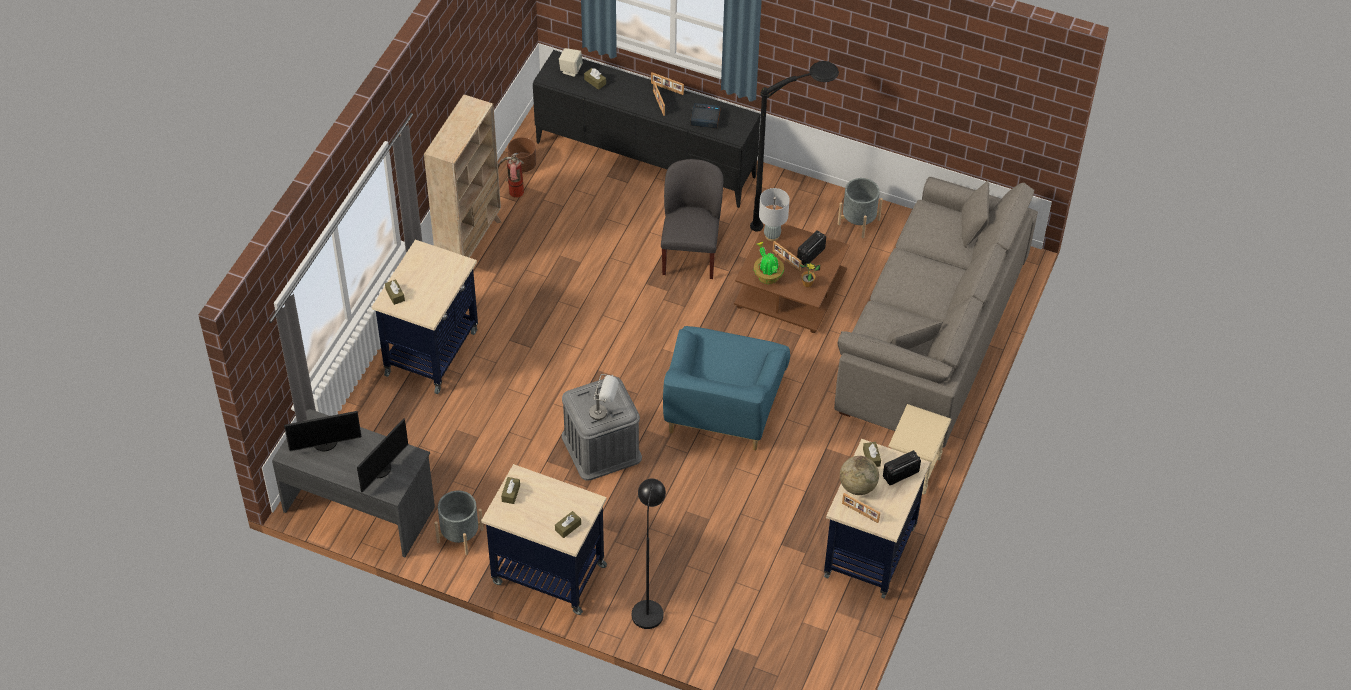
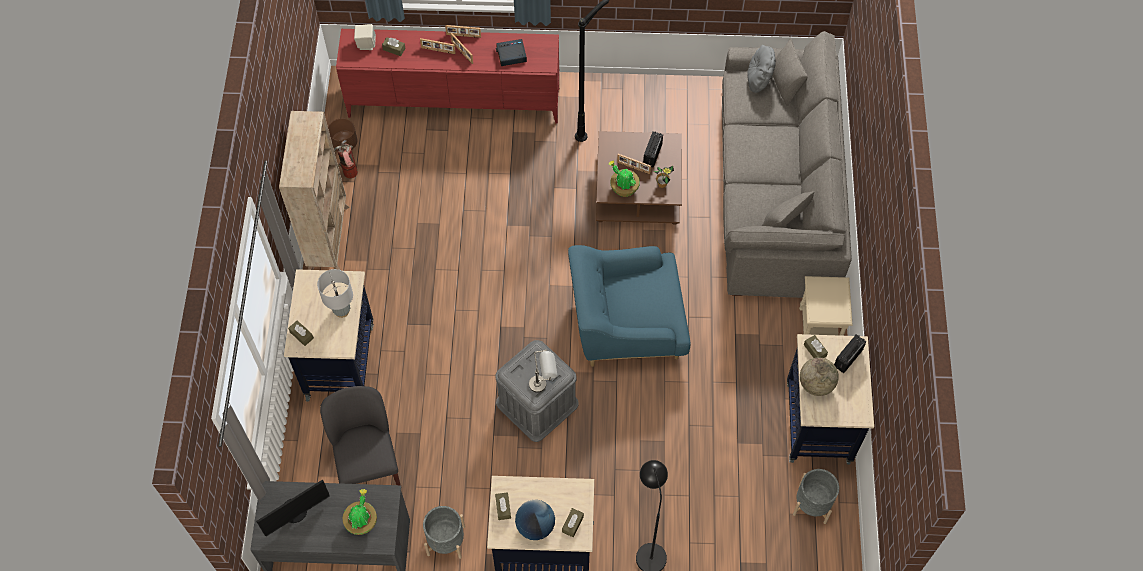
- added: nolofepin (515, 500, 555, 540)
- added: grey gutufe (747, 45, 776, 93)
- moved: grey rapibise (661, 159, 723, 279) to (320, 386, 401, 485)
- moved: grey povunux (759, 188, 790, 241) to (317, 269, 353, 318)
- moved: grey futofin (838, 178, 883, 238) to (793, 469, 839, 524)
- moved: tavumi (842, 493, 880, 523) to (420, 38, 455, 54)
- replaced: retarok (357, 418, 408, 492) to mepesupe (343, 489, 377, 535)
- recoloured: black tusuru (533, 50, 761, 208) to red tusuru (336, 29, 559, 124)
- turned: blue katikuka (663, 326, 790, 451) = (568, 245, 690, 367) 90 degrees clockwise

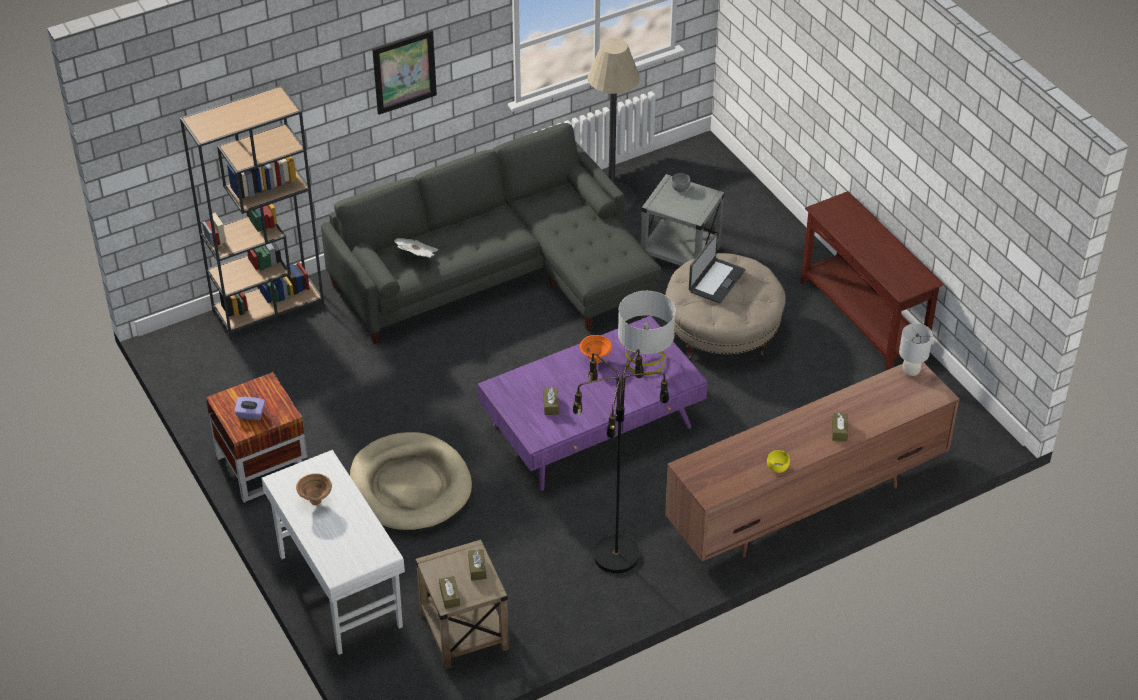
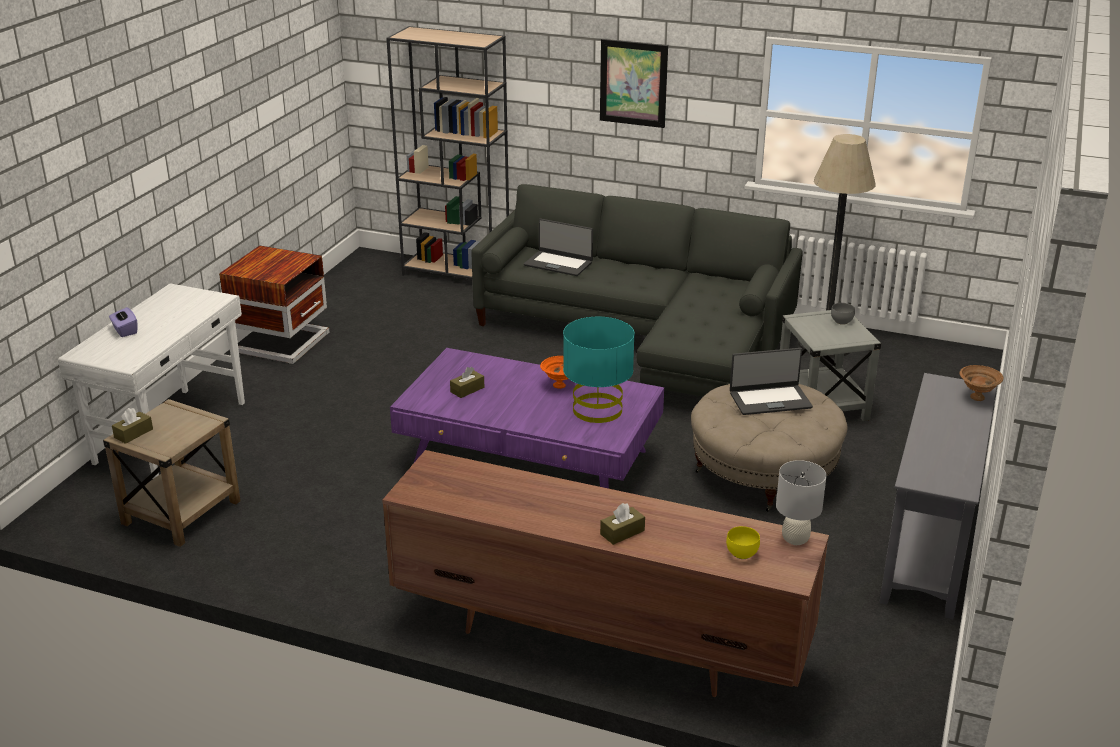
- removed: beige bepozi (350, 432, 472, 531)
- removed: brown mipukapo (468, 549, 487, 580)
- removed: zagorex (573, 349, 669, 573)
- moved: purple mipukapo (234, 397, 265, 420) to (109, 307, 138, 337)
- moved: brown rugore (296, 473, 332, 505) to (960, 365, 1003, 401)
- moved: yellow rugore (767, 450, 790, 473) to (726, 526, 760, 559)
- replaced: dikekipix (394, 238, 438, 257) to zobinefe (524, 218, 593, 276)
- recoloured: grey povunux (618, 291, 676, 376) to turquoise povunux (563, 317, 635, 423)
- recoloured: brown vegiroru (801, 191, 944, 370) to grey vegiroru (879, 373, 997, 619)

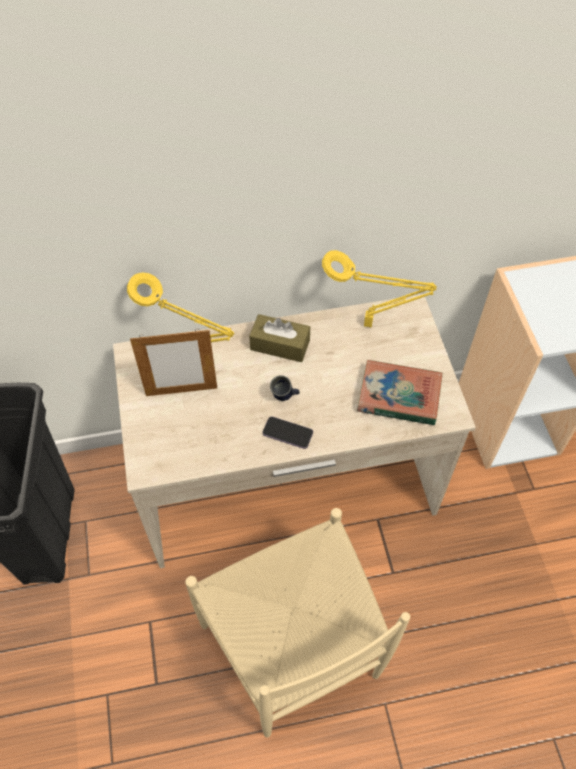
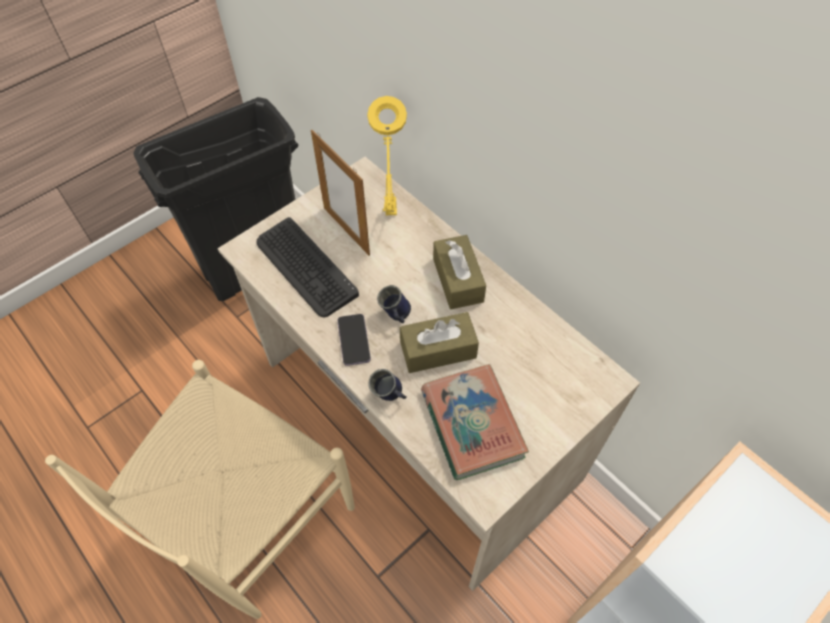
- removed: yellow povunux (322, 250, 437, 327)
- added: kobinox (257, 217, 359, 318)
- added: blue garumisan (368, 369, 407, 401)
- added: brown mipukapo (400, 312, 479, 373)

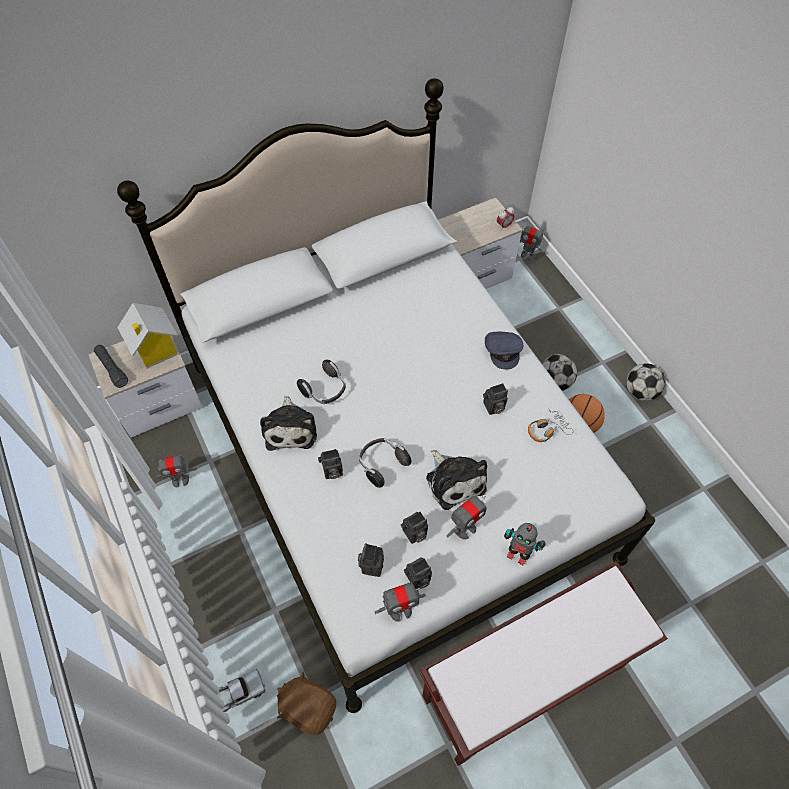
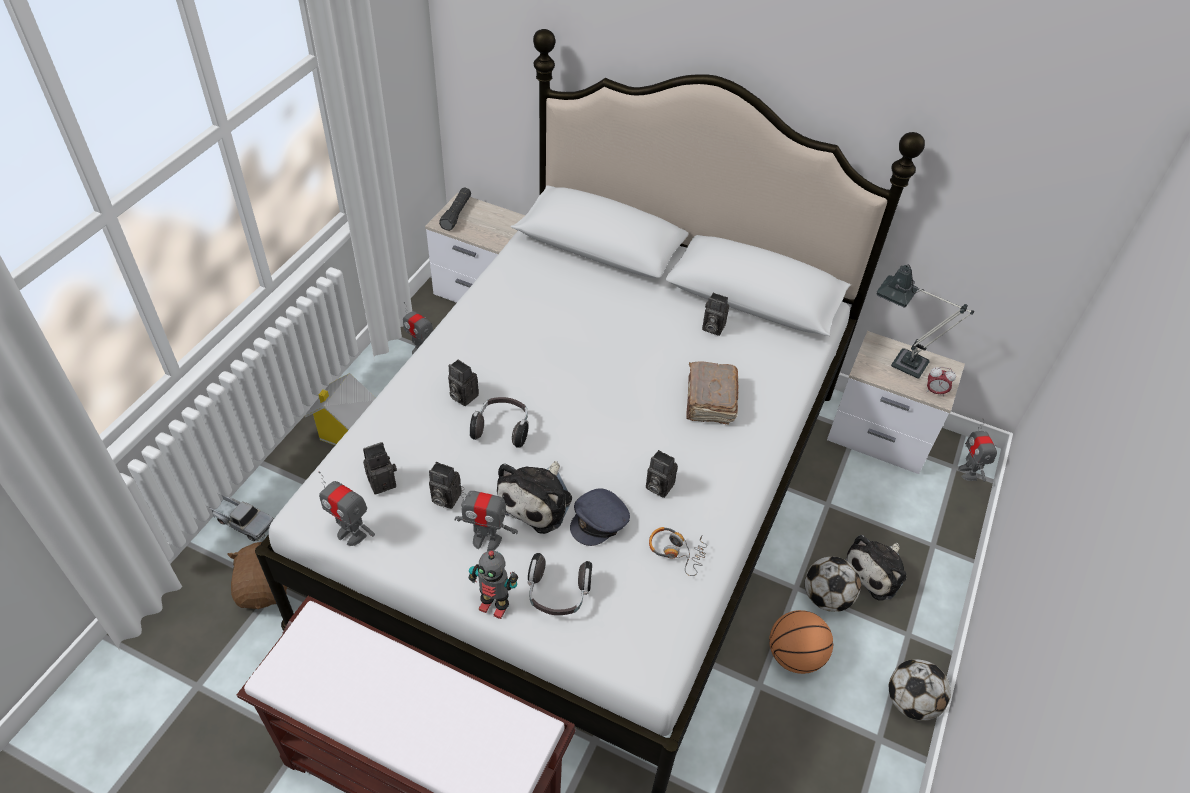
- added: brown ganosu (686, 361, 738, 425)
- added: povunux (877, 264, 974, 379)
- moved: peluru (117, 303, 178, 369) to (304, 373, 376, 445)
- moved: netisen (260, 396, 317, 451) to (846, 535, 907, 601)
- moved: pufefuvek (297, 360, 346, 404) to (527, 553, 592, 615)
- moved: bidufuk (404, 557, 432, 589) to (702, 293, 729, 336)
- moved: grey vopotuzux (485, 332, 523, 369) to (570, 489, 630, 546)
- turned: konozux (504, 523, 545, 565) = (469, 551, 518, 619) 60 degrees counterclockwise

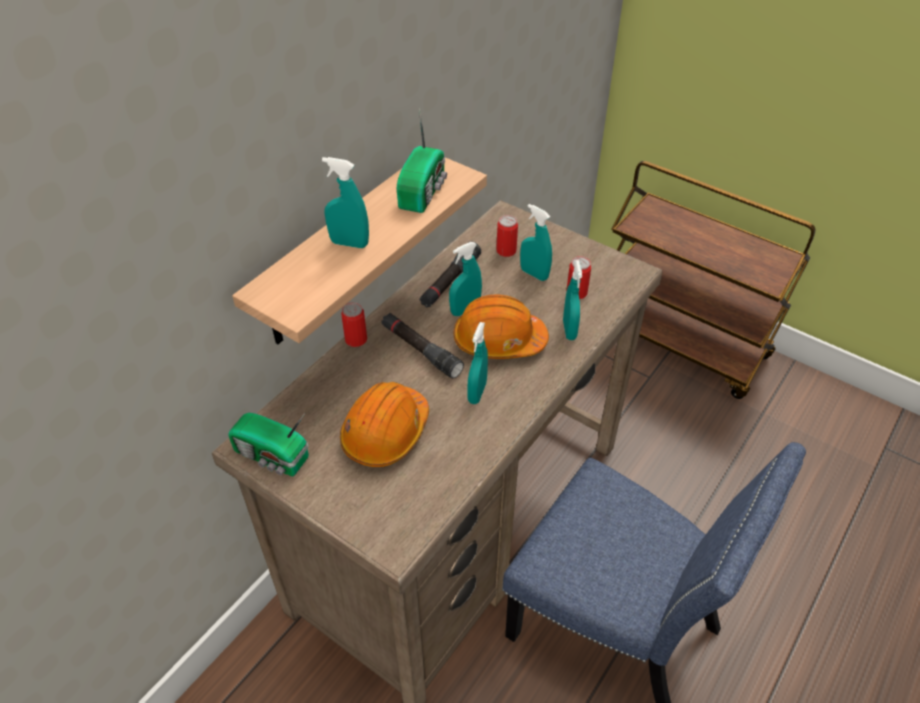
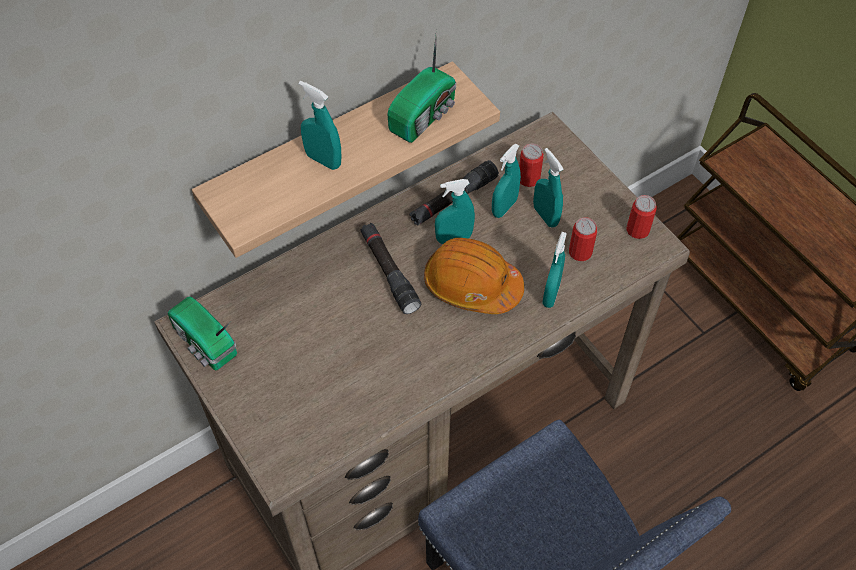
- removed: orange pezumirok (340, 382, 429, 467)
- moved: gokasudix (341, 302, 367, 347) to (626, 195, 656, 239)
- moved: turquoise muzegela (467, 322, 488, 404) to (492, 144, 521, 218)

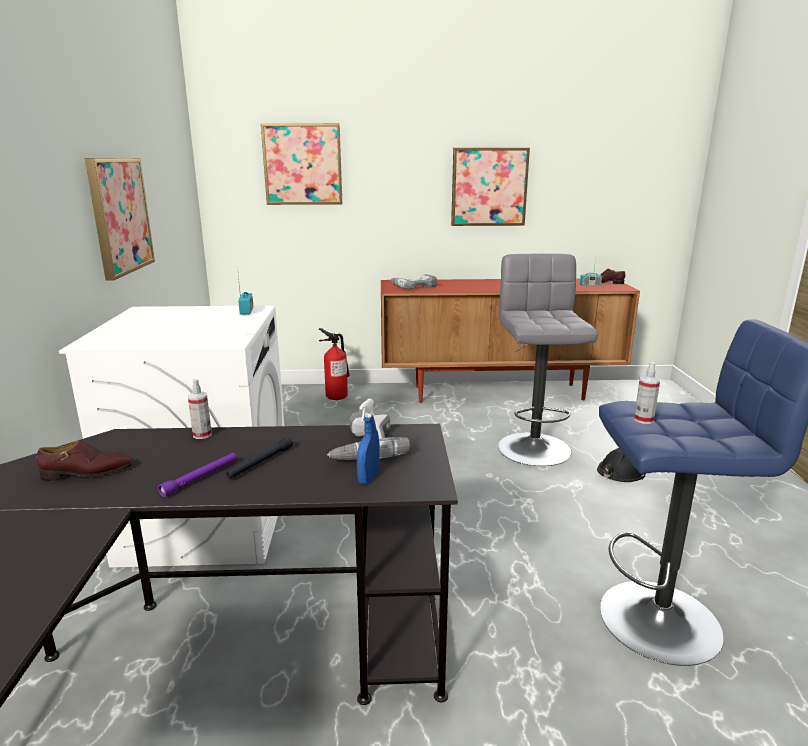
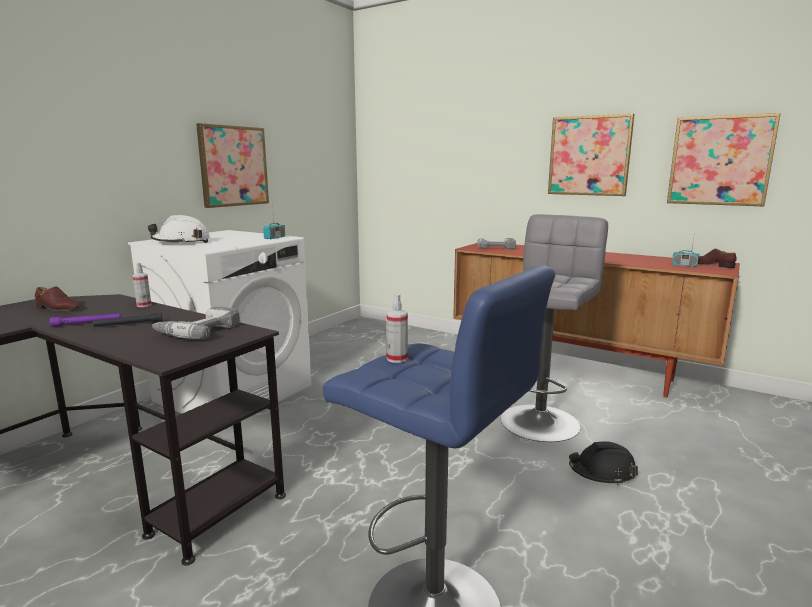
- removed: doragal (319, 328, 350, 400)
- removed: blue muzegela (357, 399, 380, 484)
- added: white pezumirok (148, 215, 210, 244)
- moved: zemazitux (261, 123, 342, 205) to (667, 113, 781, 206)

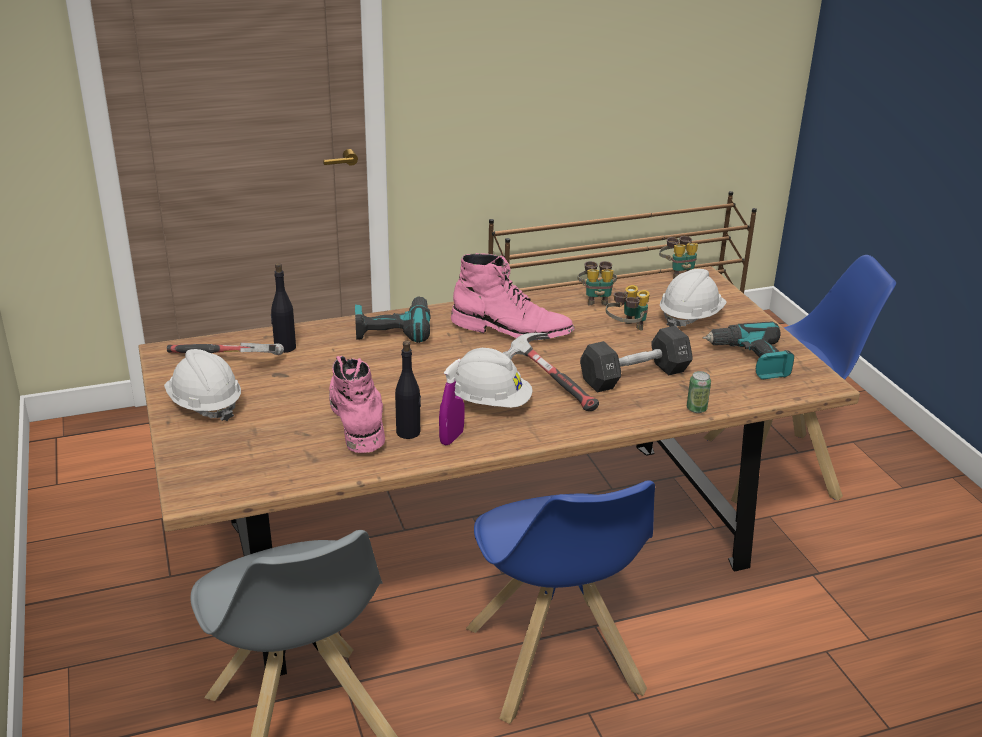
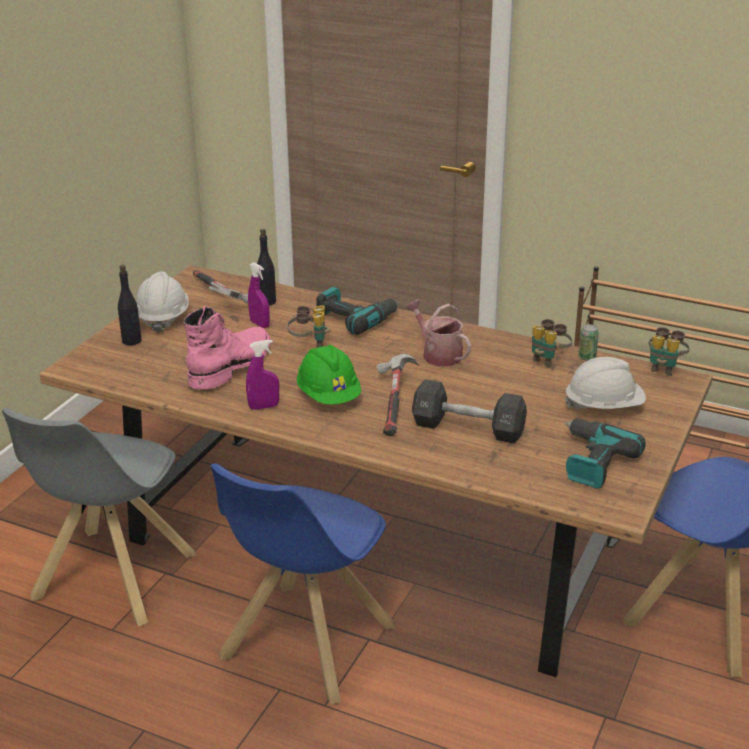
- added: purple muzegela (248, 262, 270, 328)
- moved: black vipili (395, 341, 421, 439) to (118, 265, 142, 345)
- moved: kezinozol (606, 285, 650, 331) to (287, 305, 330, 348)
- moved: gokasudix (687, 371, 711, 413) to (578, 324, 599, 361)
- replaced: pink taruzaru (451, 253, 575, 340) to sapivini (405, 300, 471, 366)
- recoloured: white pezumirok (454, 348, 532, 408) to green pezumirok (297, 345, 361, 405)

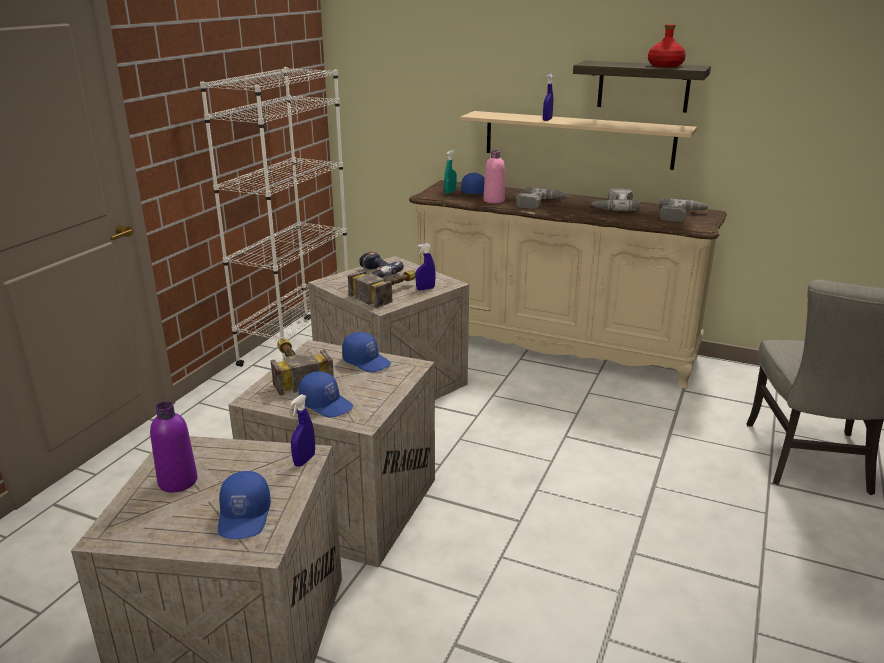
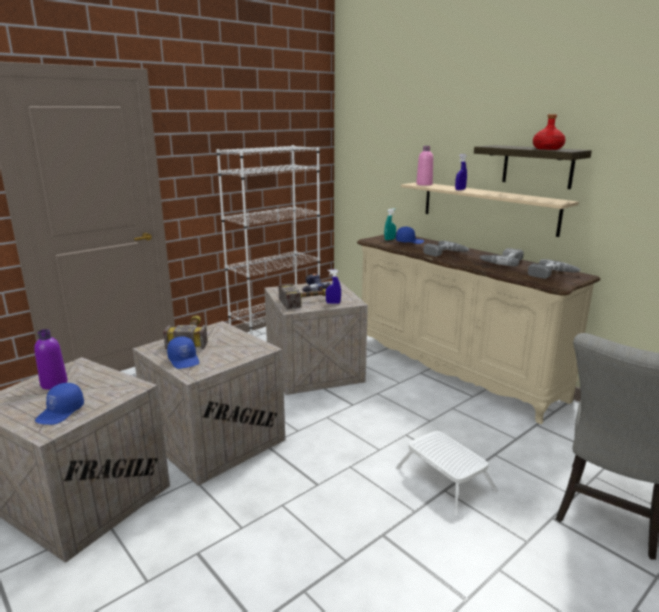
- removed: blue muzegela (290, 394, 315, 467)
- removed: blue vopotuzux (342, 332, 391, 373)
- added: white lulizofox (396, 431, 498, 516)
- moved: pink vipili (484, 150, 505, 204) to (416, 146, 433, 186)

